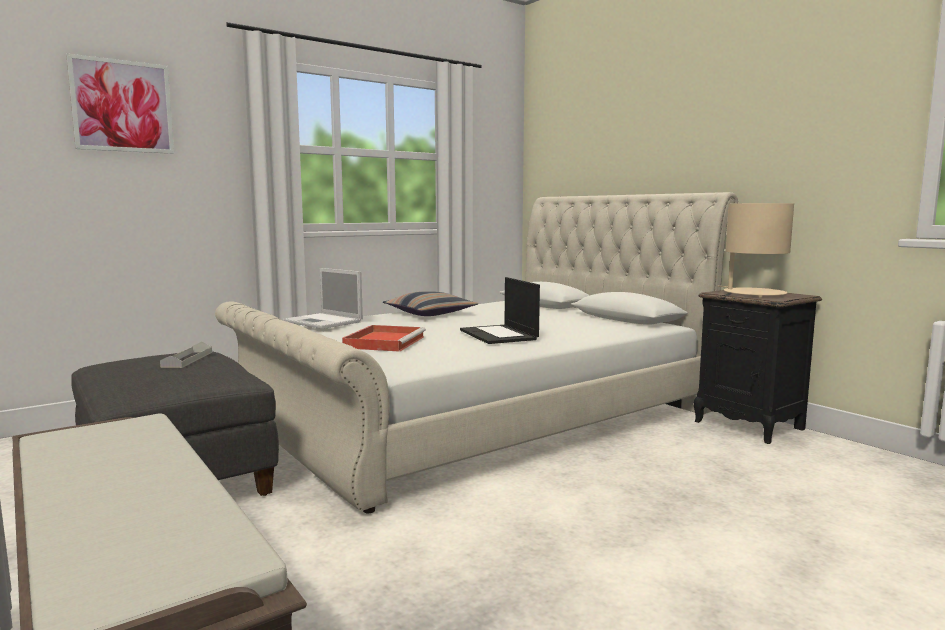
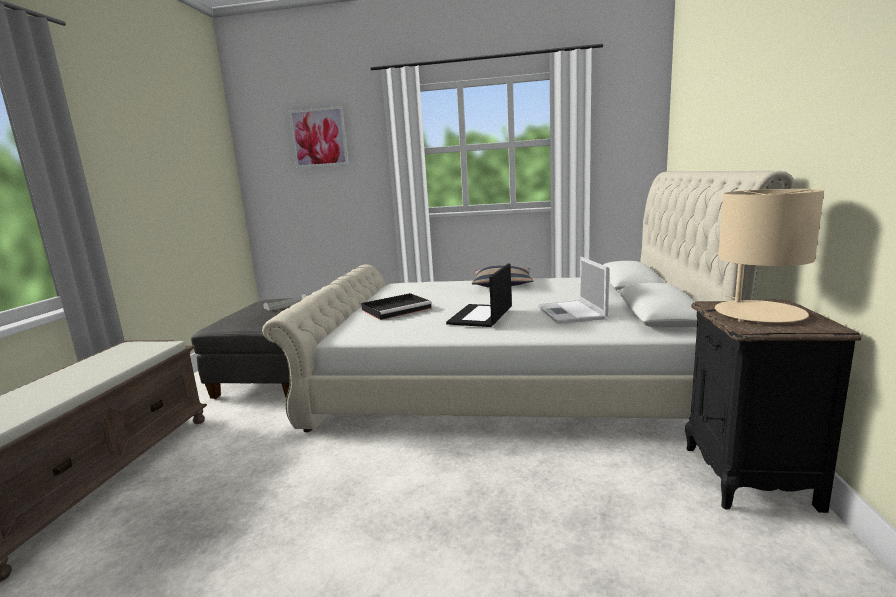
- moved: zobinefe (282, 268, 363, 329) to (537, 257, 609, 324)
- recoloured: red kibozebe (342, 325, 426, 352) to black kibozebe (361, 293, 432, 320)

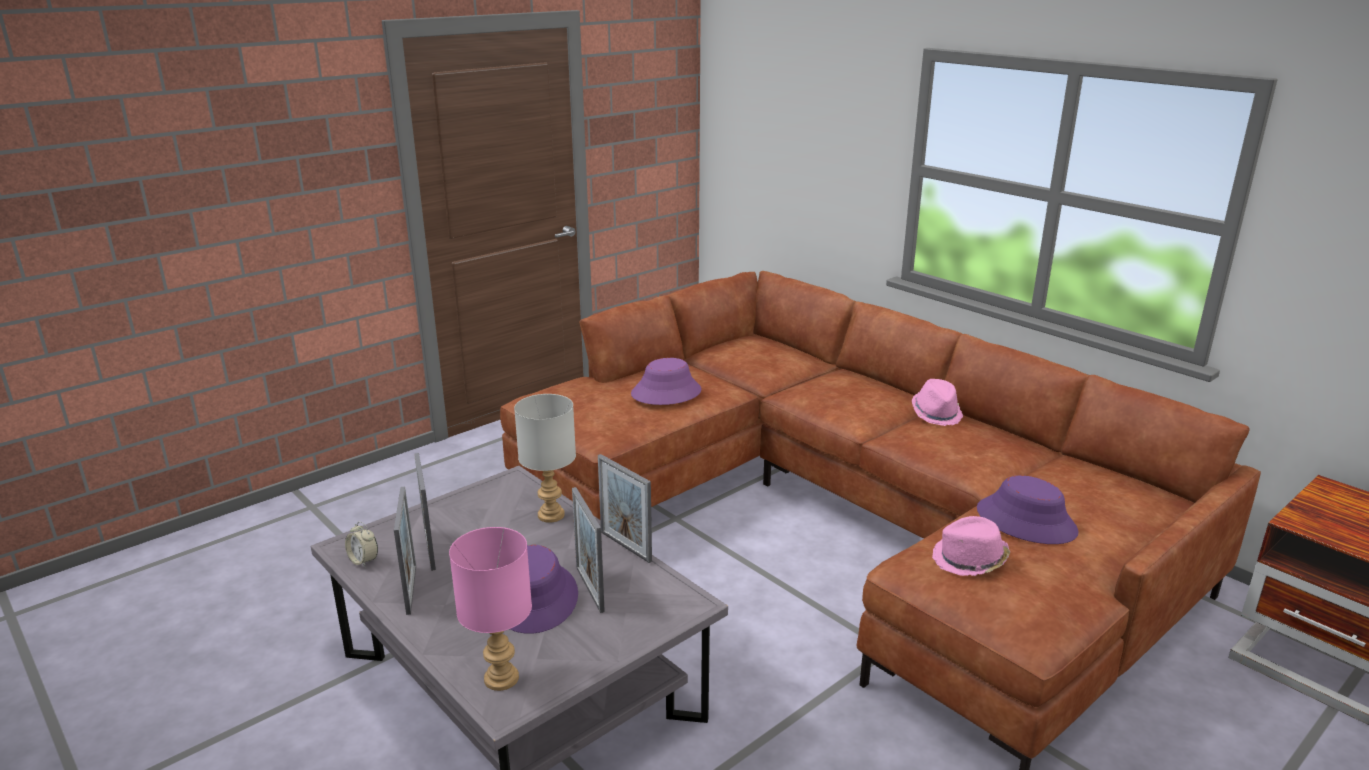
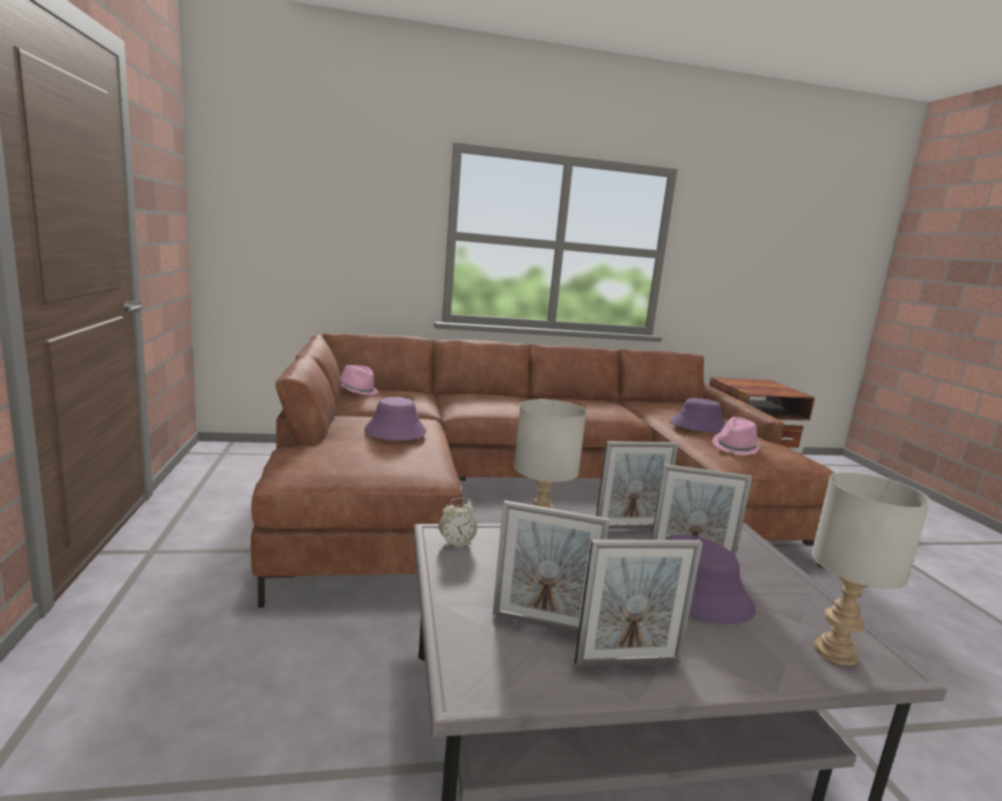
- moved: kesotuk (345, 521, 378, 567) to (439, 498, 478, 547)
- moved: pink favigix (912, 379, 963, 426) to (341, 365, 379, 395)
- recoloured: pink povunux (449, 527, 532, 691) to grey povunux (812, 472, 931, 666)
- turned: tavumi (394, 487, 416, 615) = (574, 540, 703, 666) 150 degrees clockwise

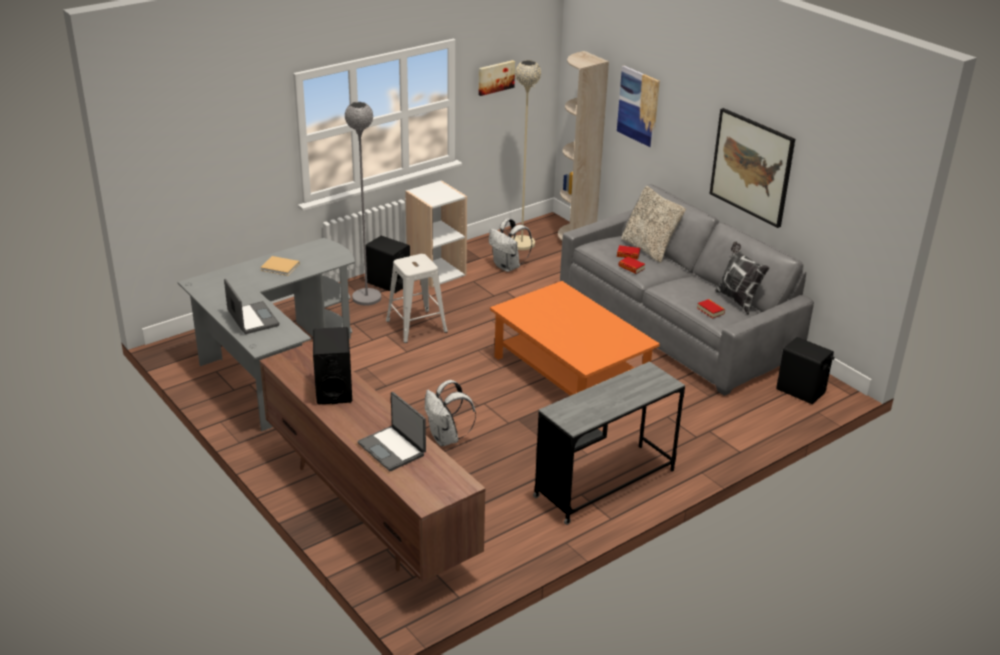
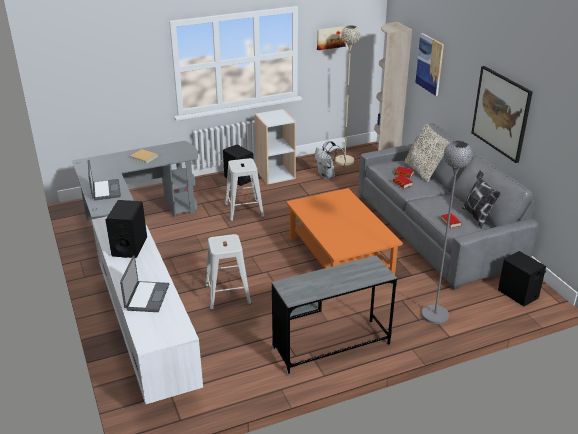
- moved: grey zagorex (345, 102, 381, 306) to (421, 141, 472, 324)
- replaced: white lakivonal (425, 380, 476, 446) to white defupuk (205, 234, 251, 310)
- recoloured: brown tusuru (260, 342, 486, 582) to white tusuru (92, 216, 203, 405)
- turned: zobinefe (357, 392, 426, 471) = (120, 255, 169, 312) 150 degrees counterclockwise

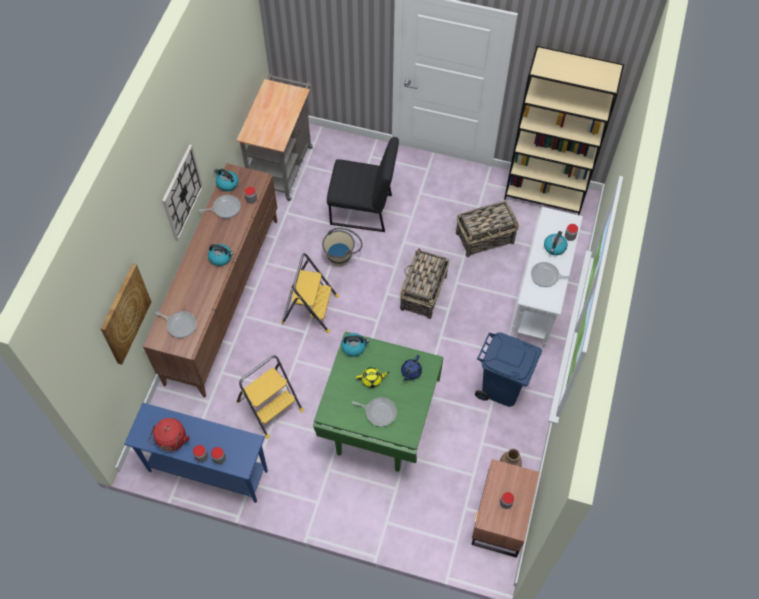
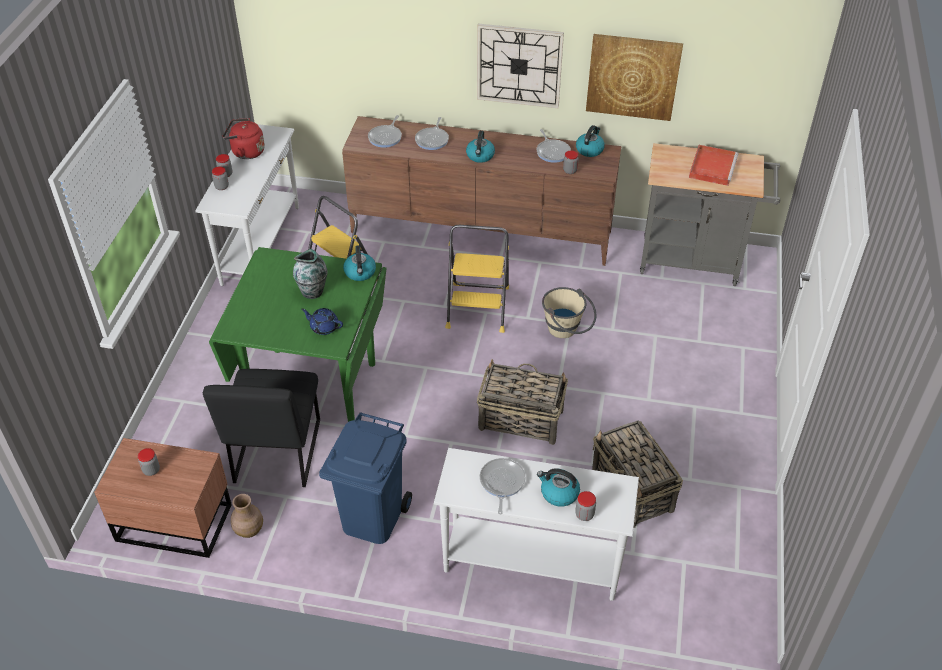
- removed: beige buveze (504, 46, 624, 215)
- added: red kibozebe (689, 145, 738, 186)
- moved: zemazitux (100, 263, 151, 365) to (586, 34, 683, 121)
- moved: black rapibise (327, 137, 399, 232) to (203, 369, 320, 487)
- moved: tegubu (352, 397, 397, 426) to (415, 117, 449, 150)
- replaced: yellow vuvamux (356, 367, 389, 388) to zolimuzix (293, 249, 328, 299)
- recoloured: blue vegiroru (124, 403, 268, 503) to white vegiroru (195, 124, 299, 286)

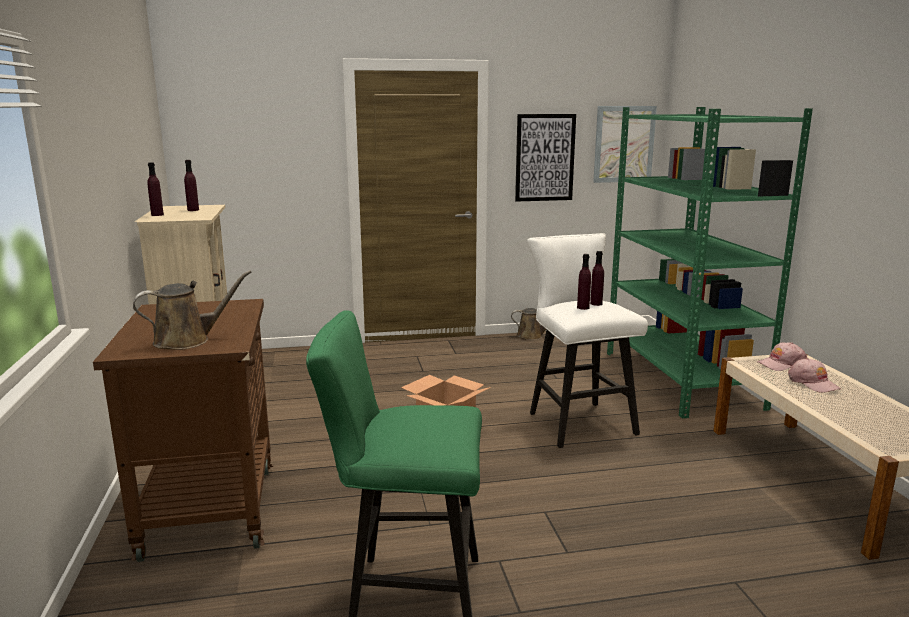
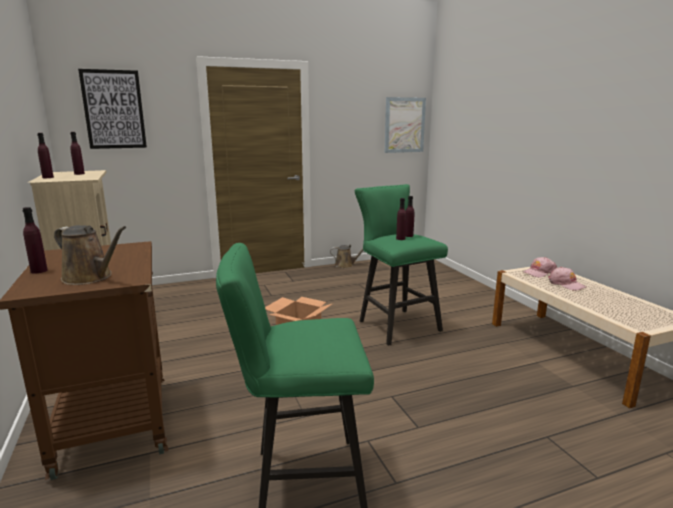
- removed: green buveze (607, 107, 813, 418)
- added: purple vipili (22, 207, 47, 273)
- moved: zemazitux (515, 114, 576, 202) to (78, 69, 147, 149)
- recoloured: white defupuk (527, 233, 648, 448) to green defupuk (355, 184, 448, 346)
- turned: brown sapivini (133, 270, 252, 350) = (54, 225, 126, 285) 60 degrees clockwise

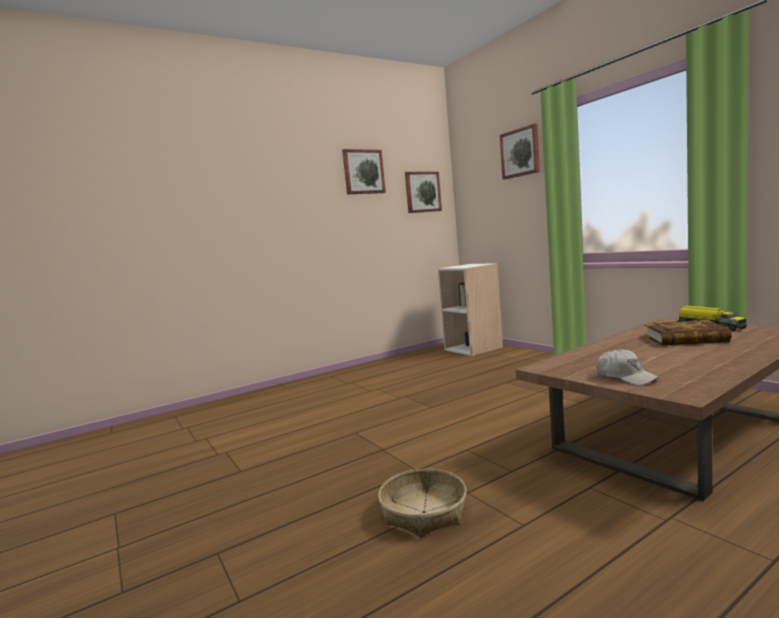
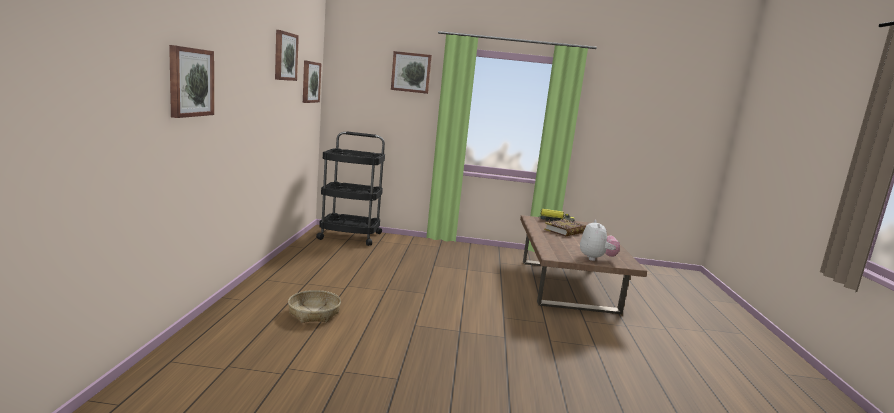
- added: zemazitux (169, 45, 214, 118)
- moved: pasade (378, 469, 467, 537) to (288, 290, 341, 323)
- replaced: buveze (438, 263, 503, 356) to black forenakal (316, 131, 385, 246)
- replaced: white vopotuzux (596, 349, 659, 386) to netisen (580, 220, 620, 261)

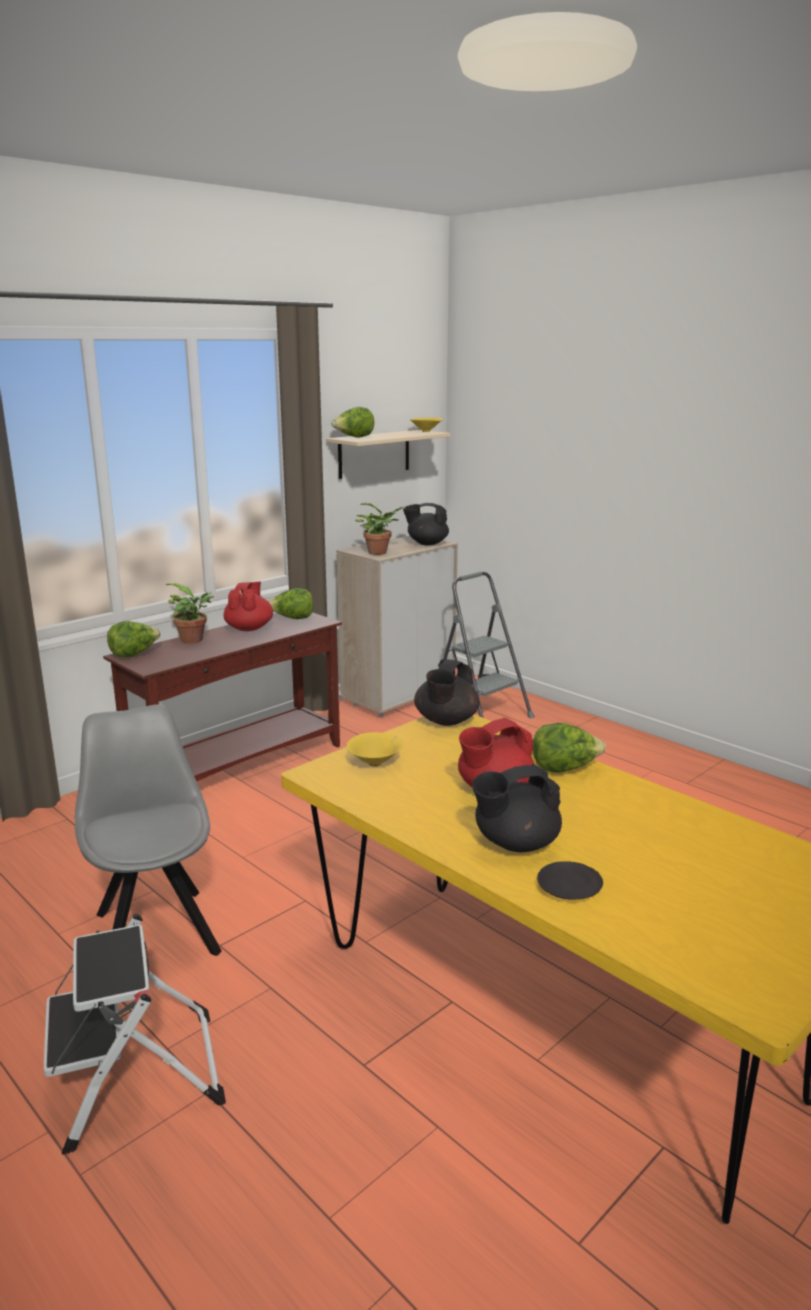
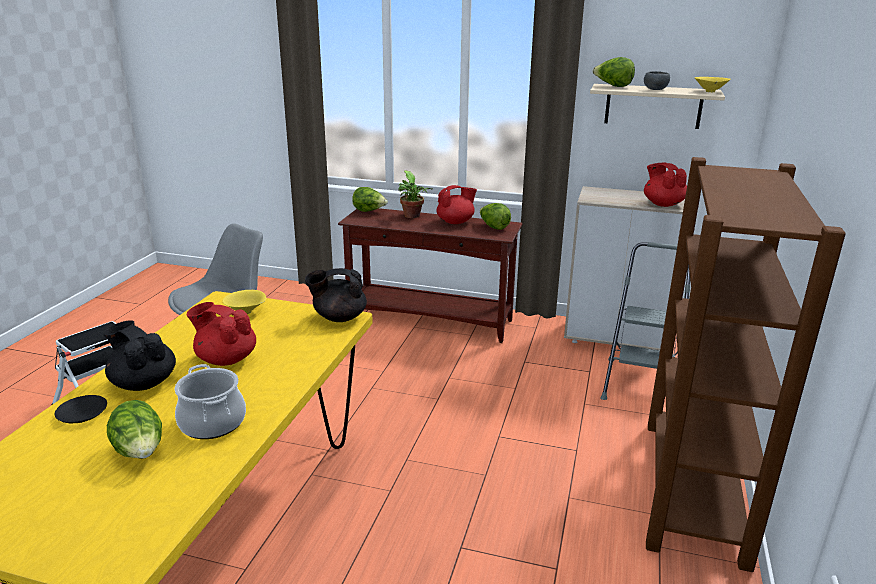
- removed: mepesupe (355, 503, 406, 555)
- added: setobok (175, 364, 246, 439)
- added: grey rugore (644, 71, 670, 90)
- added: brown buveze (646, 157, 846, 572)
- moved: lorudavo (533, 723, 606, 773) to (107, 400, 162, 459)
- recoloured: black vuvamux (403, 503, 449, 546) to red vuvamux (644, 162, 687, 207)

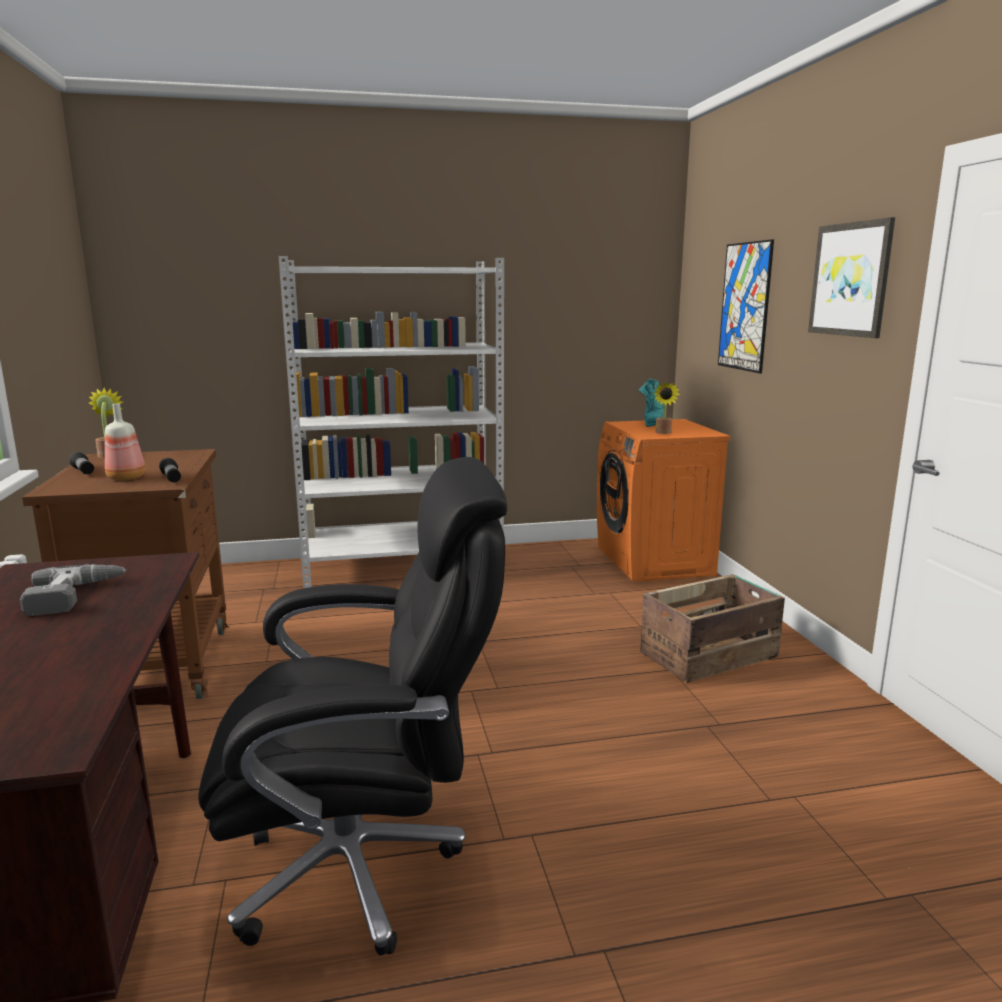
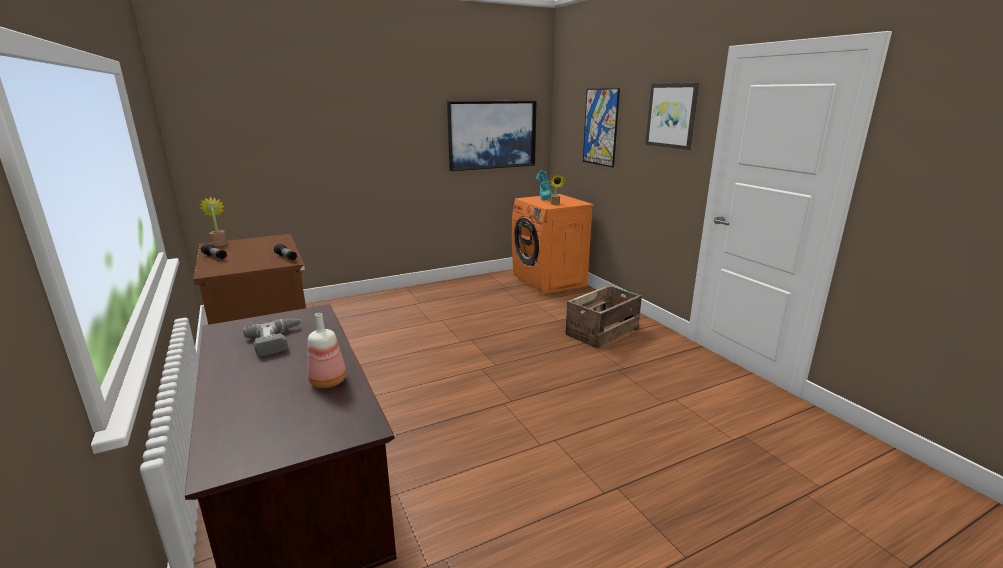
- removed: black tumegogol (198, 457, 507, 955)
- removed: white buveze (279, 256, 504, 588)
- added: zemazitux (447, 101, 536, 171)
- moved: vipili (105, 403, 146, 480) to (308, 313, 346, 388)

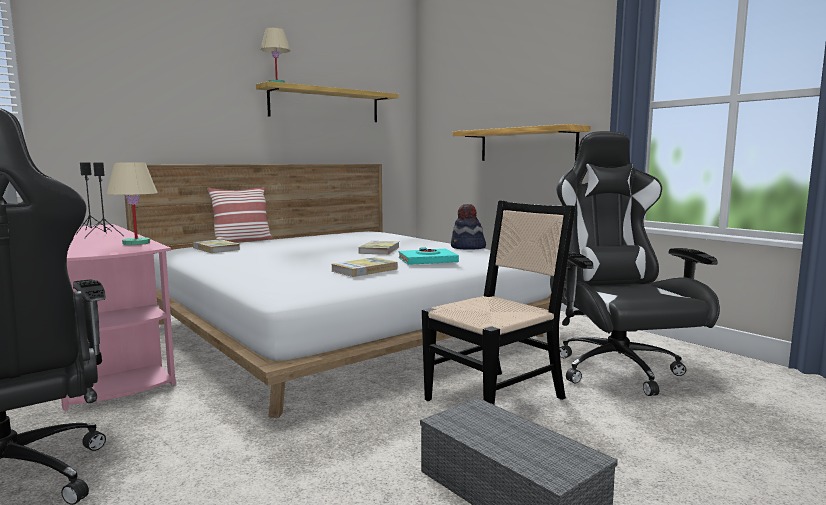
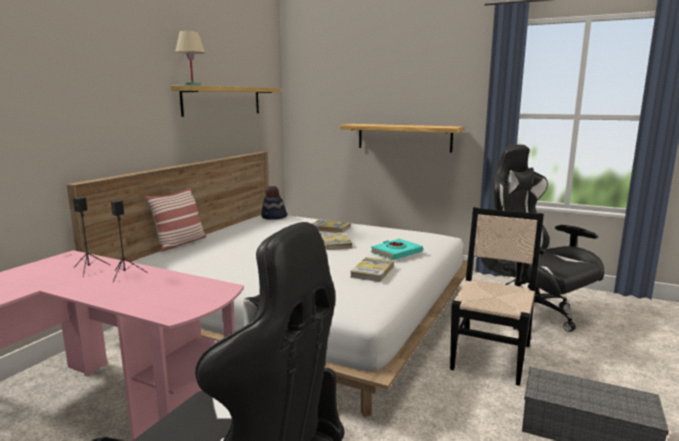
- removed: beige povunux (107, 163, 157, 245)
- moved: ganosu (193, 239, 240, 253) to (312, 220, 351, 233)
- moved: favigix (451, 204, 486, 250) to (261, 186, 287, 220)

